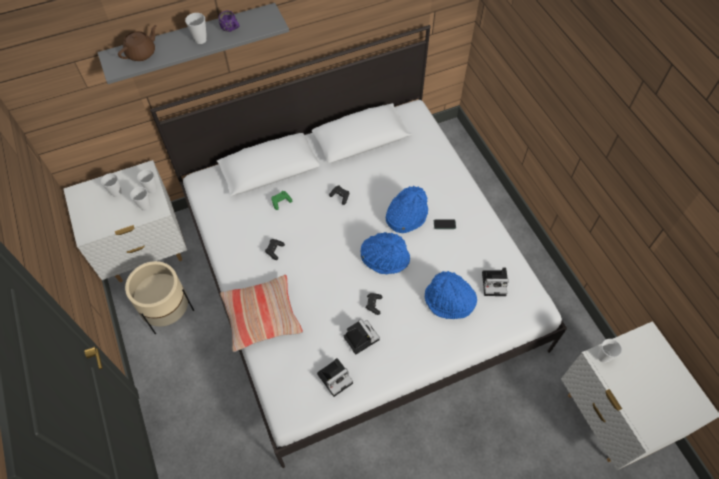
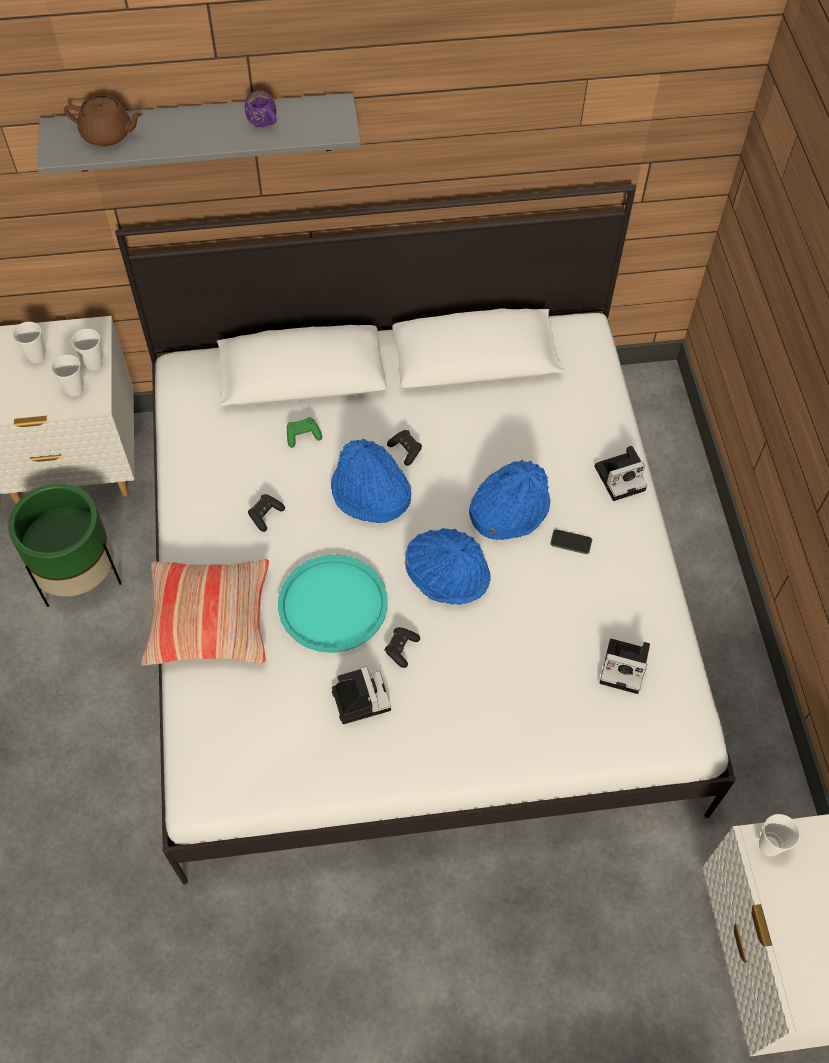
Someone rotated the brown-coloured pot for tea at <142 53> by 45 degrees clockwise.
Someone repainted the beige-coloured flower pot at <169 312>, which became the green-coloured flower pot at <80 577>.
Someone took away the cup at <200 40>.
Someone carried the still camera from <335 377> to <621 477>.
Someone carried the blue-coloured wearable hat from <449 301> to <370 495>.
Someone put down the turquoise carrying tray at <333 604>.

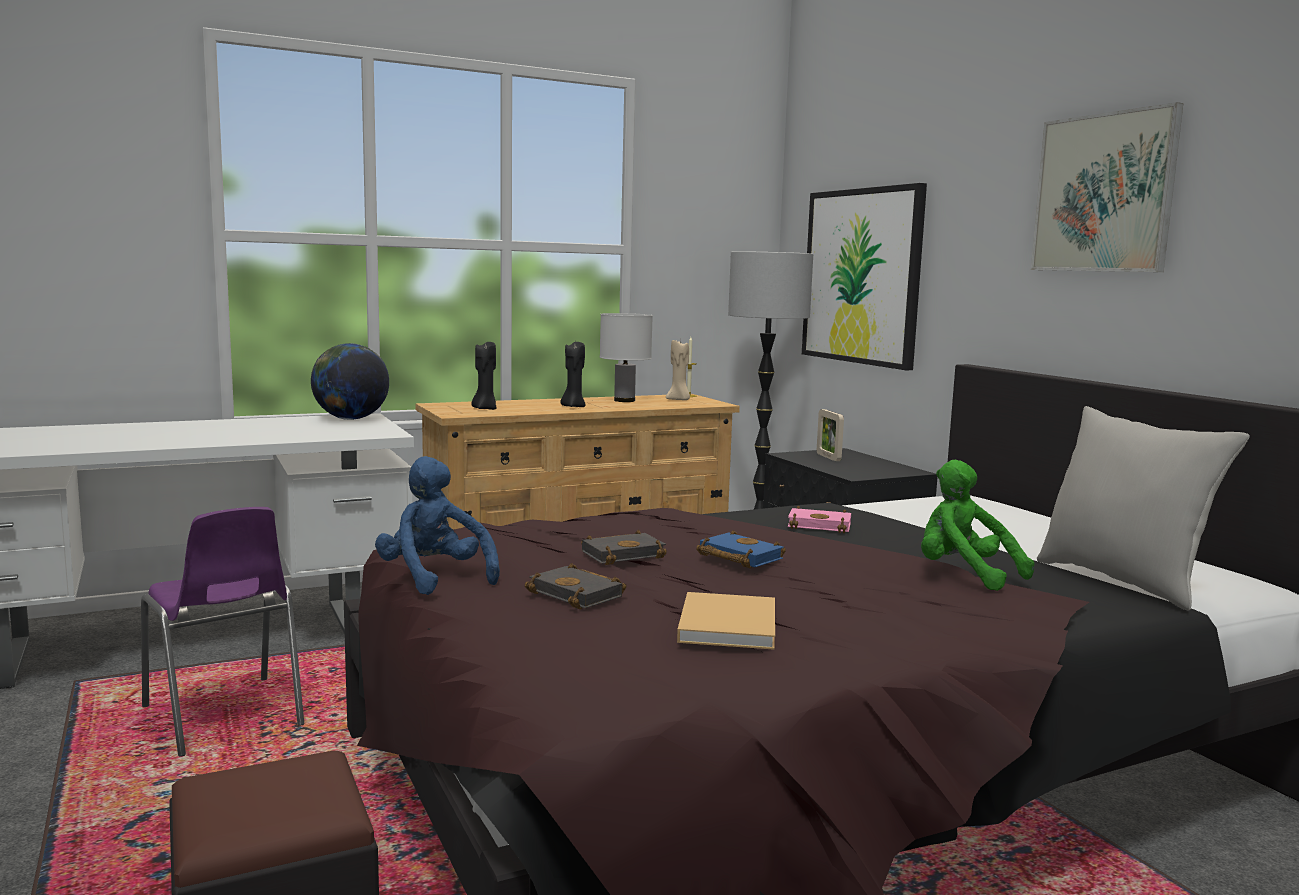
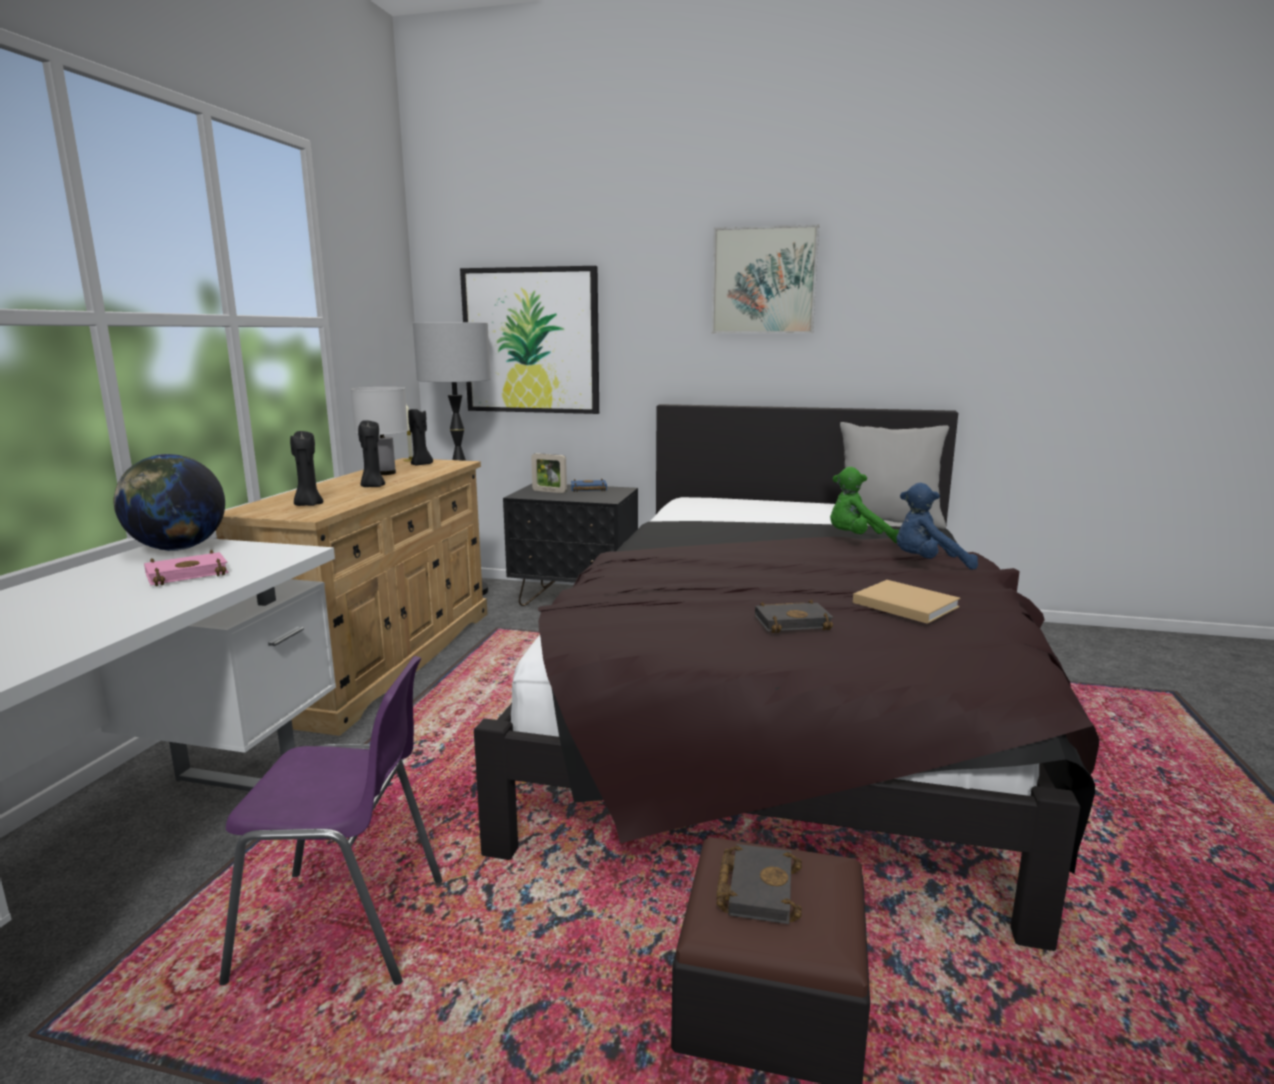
Someone carried the blue-coloured soft toy from <434 578> to <927 564>.
Someone carried the black volume from <623 554> to <756 888>.
Someone repainted the beige-coloured candle at <679 400>, which became the black candle at <421 465>.
Someone carried the blue-coloured volume from <736 557> to <587 489>.
Someone carried the pinkish volume from <821 525> to <189 574>.

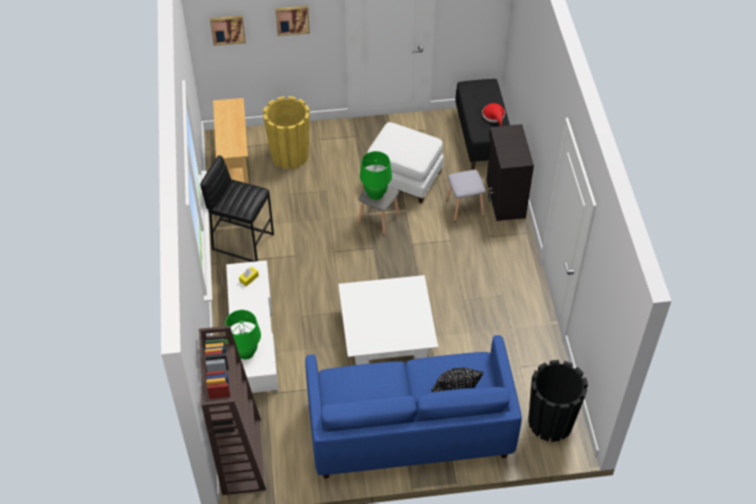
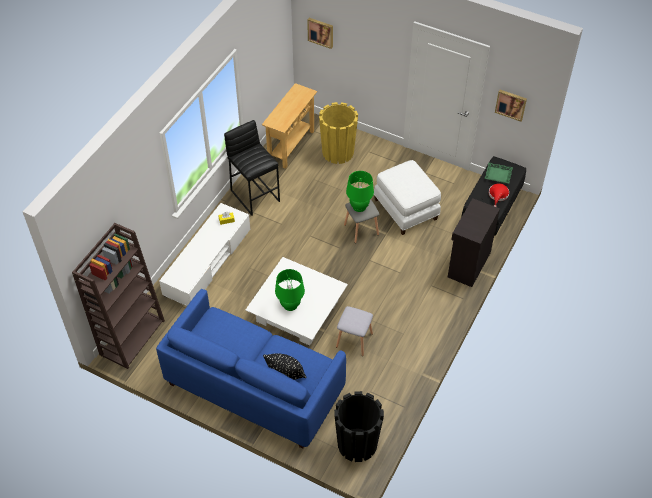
Someone carried the green-coloured lamp for a table from <245 352> to <290 305>.
Someone carried the picture from <292 19> to <511 104>.
Someone carried the grey stool seat from <464 207> to <353 340>.
Someone put down the green-coloured carrying tray at <498 175>.

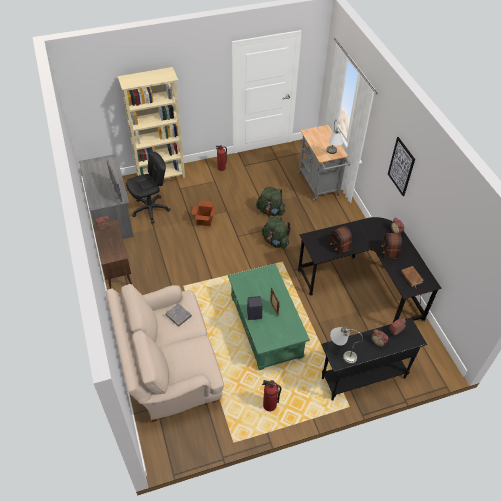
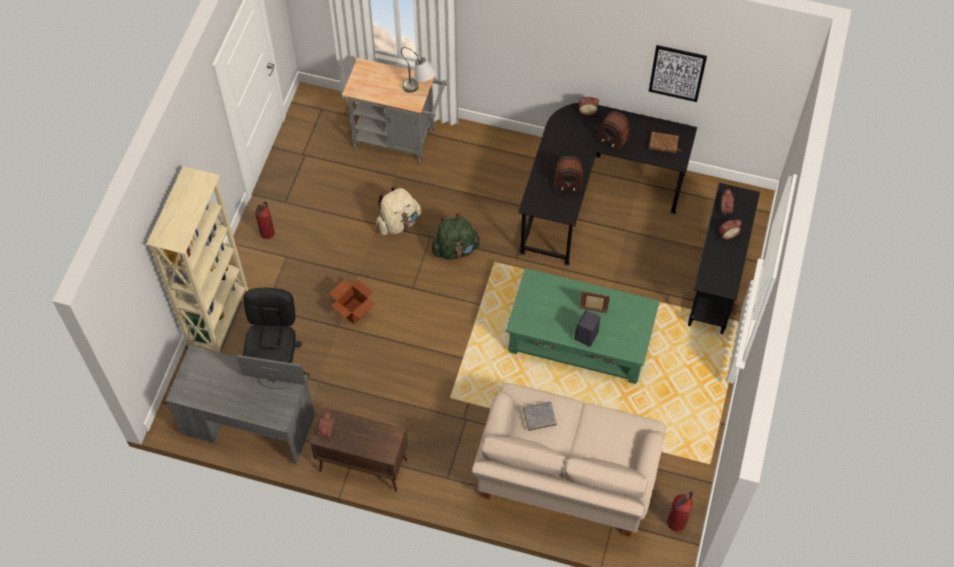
Someone repainted the green-coloured rucksack at <270 211>, which became the beige-coloured rucksack at <398 222>.
Someone carried the extinguisher from <269 405> to <676 522>.
Someone took away the grey lamp for a table at <341 353>.
Someone carried the picture from <401 166> to <677 73>.

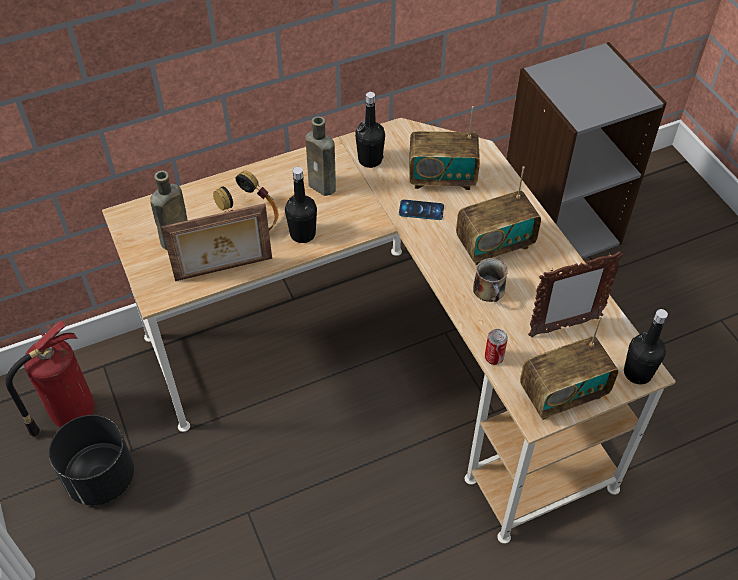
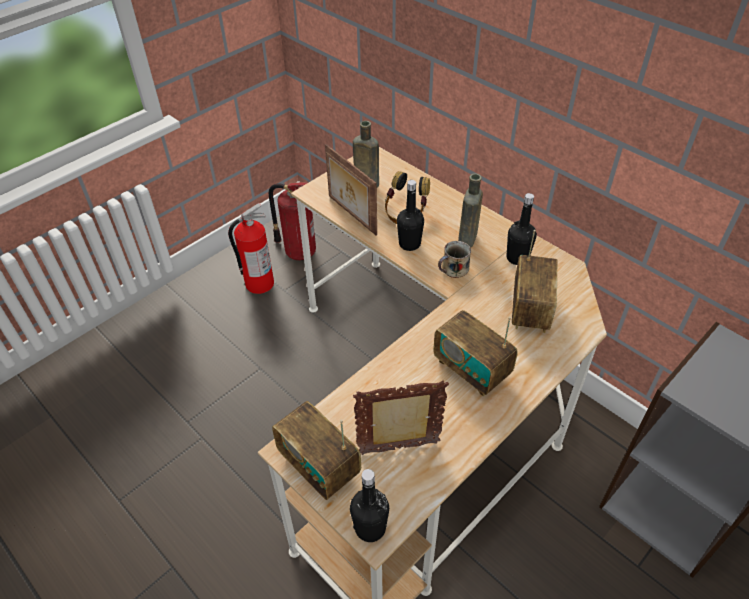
Someone swapped the black flower pot at <100 478> for the extinguisher at <259 283>.
Someone took away the telephone at <421 210>.
Someone rotated the radio set at <442 178> by 150 degrees counterclockwise.
Someone carried the tea mug from <489 291> to <454 269>.
Someone took away the sealed can at <493 358>.
Someone rotated the picture frame at <564 327> by 120 degrees clockwise.

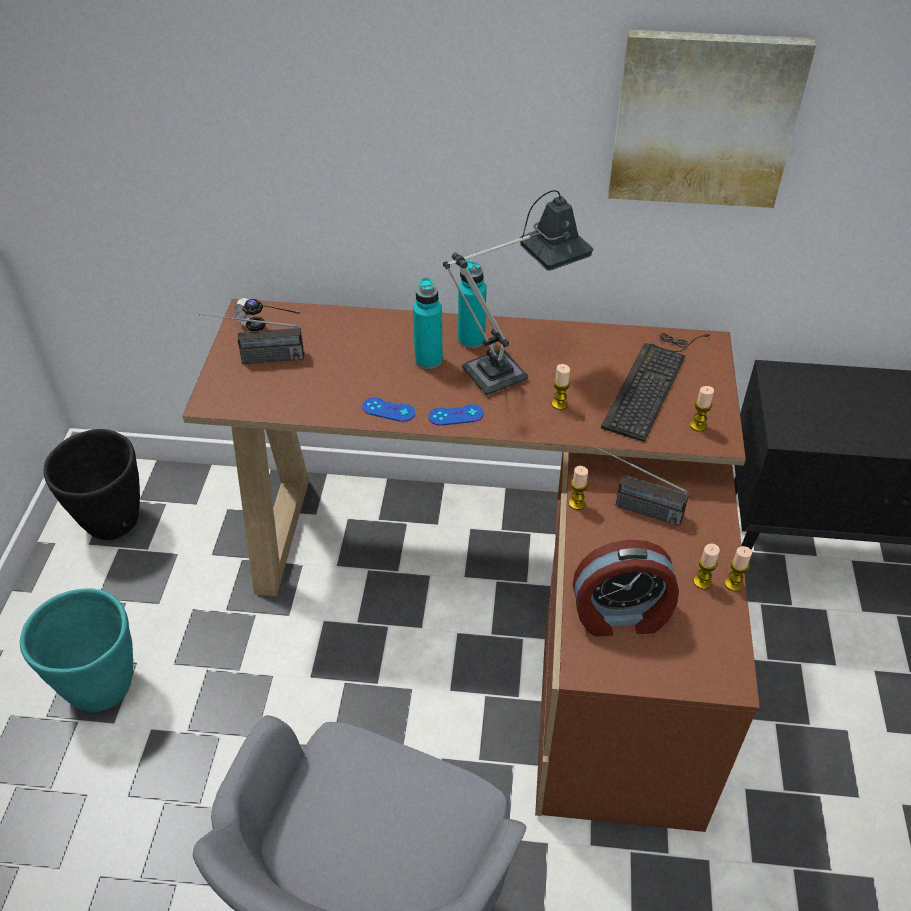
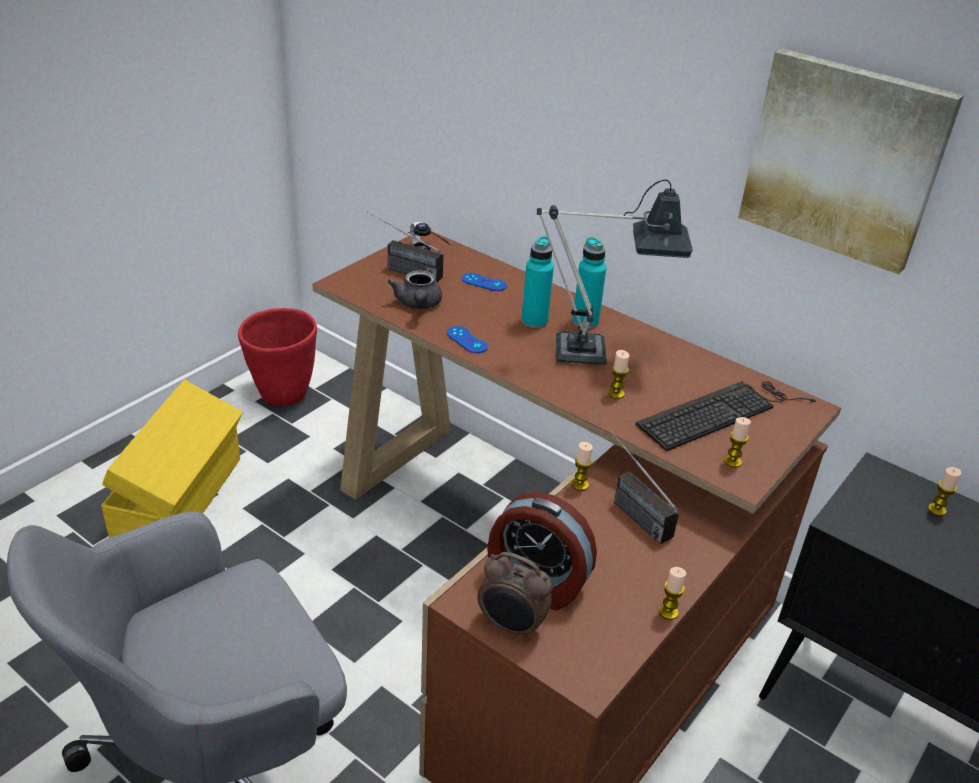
Someone swapped the turquoise flower pot at <101 687> for the yellow storage box at <181 497>.
Someone repainted the black flower pot at <112 523>, which became the red-coloured flower pot at <283 395>.
Someone carried the blue-coloured game controller from <456 415> to <484 282>.
Someone carried the candle from <702 582> to <936 510>.
Someone put down the grey pot for tea at <418 304>.
Someone put down the alarm clock at <511 627>.

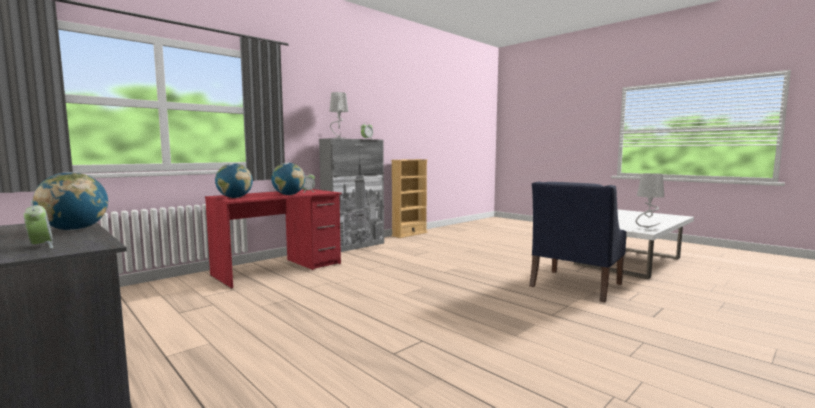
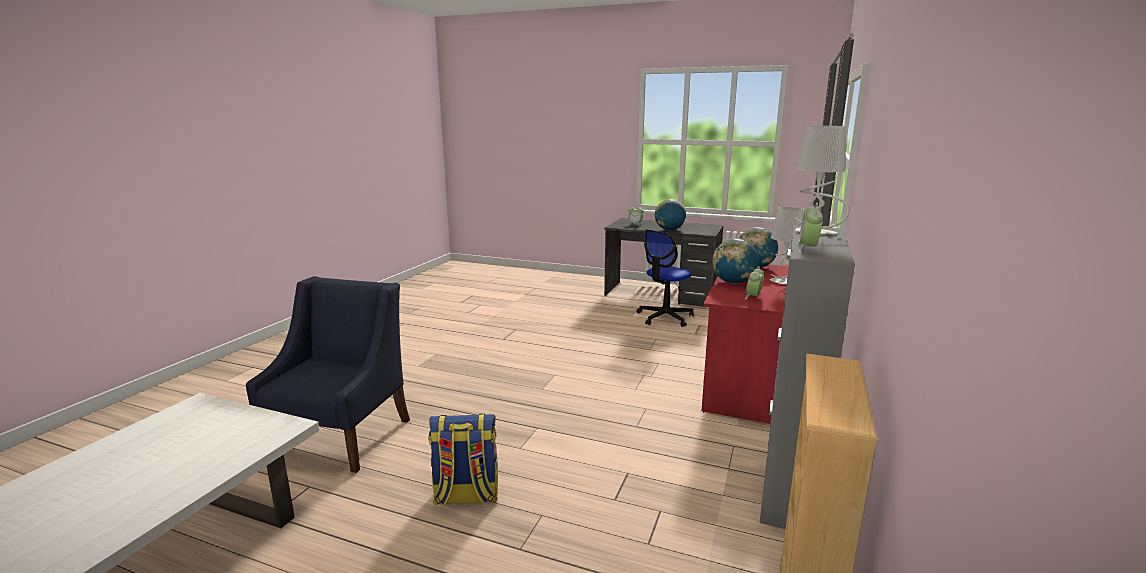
Someone carried the grey lamp for a table from <647 229> to <782 281>.
Someone put down the rucksack at <466 496>.
Someone put down the office chair at <665 317>.

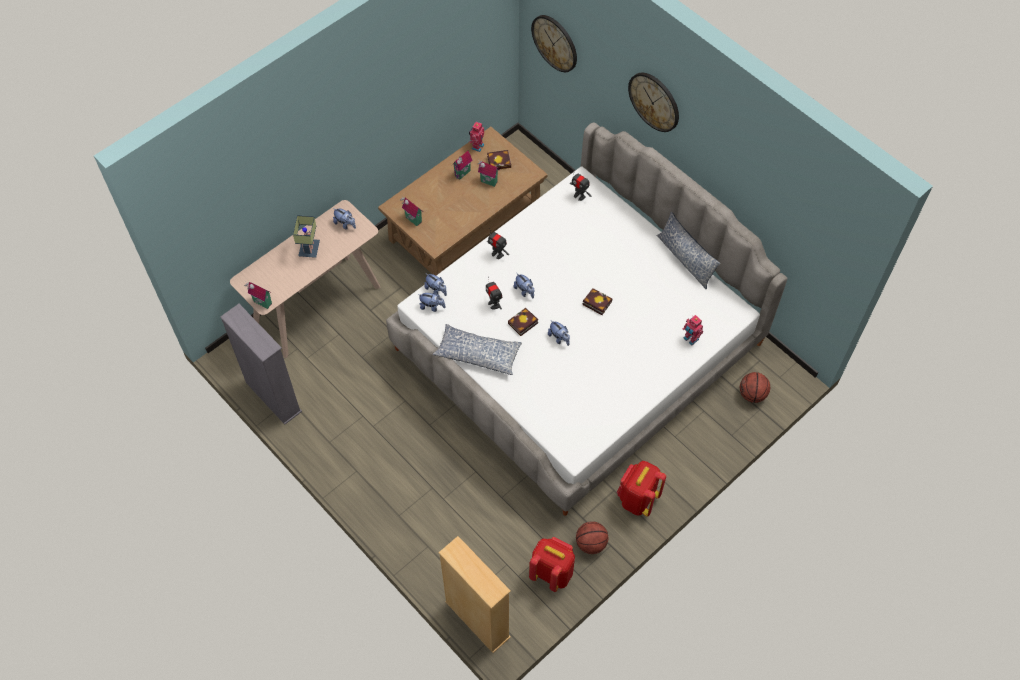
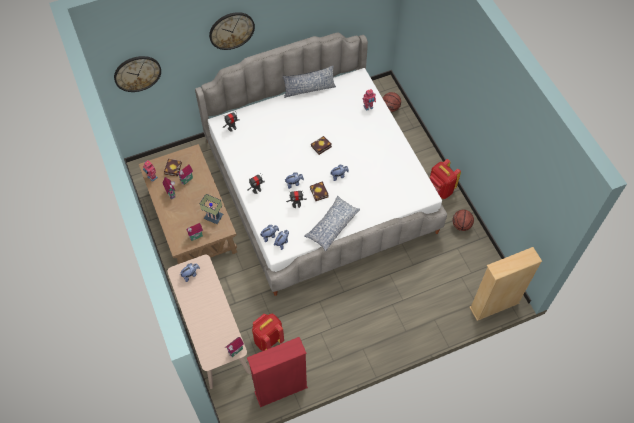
Someone repainted the grey shelving unit at <273 397>, which became the red-coloured shelving unit at <281 390>.
Someone carried the lamp for a table from <308 248> to <212 217>.
Someone carried the red-coloured rucksack from <552 572> to <268 339>.

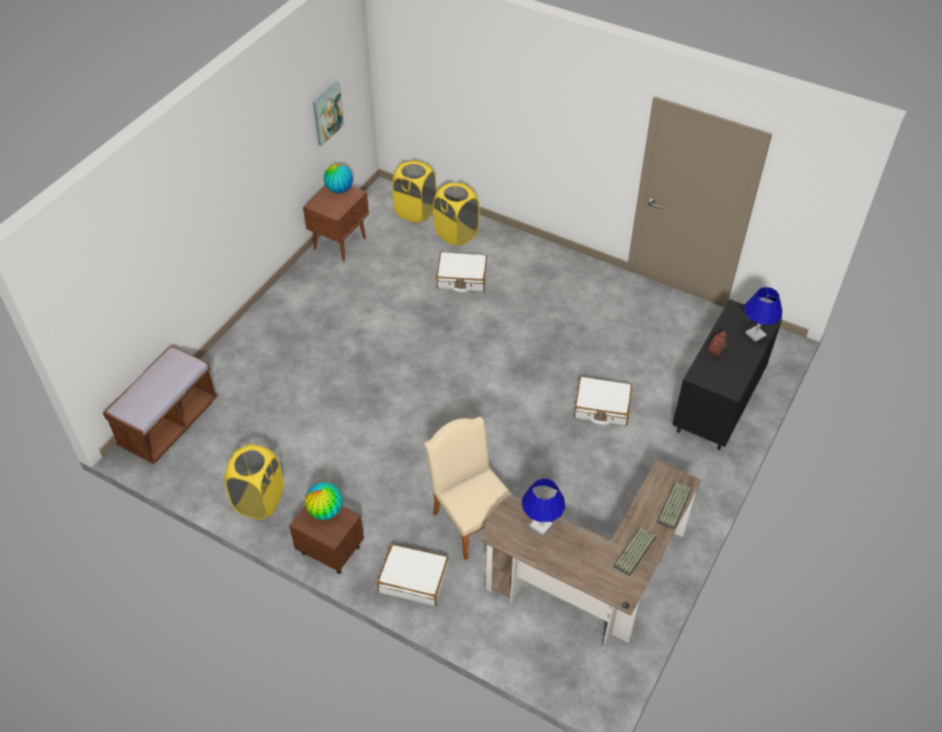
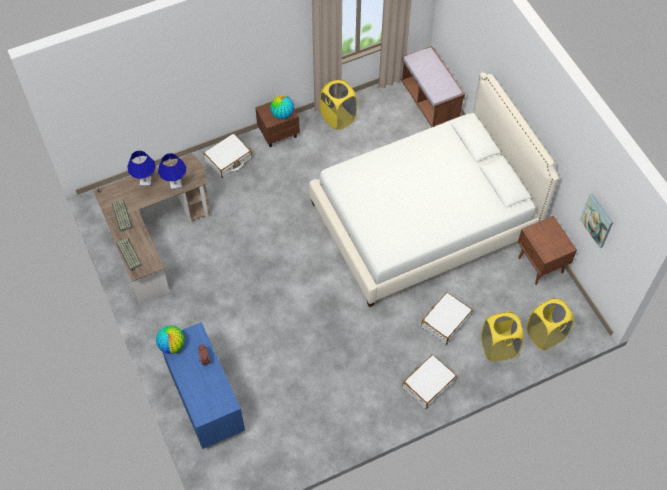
Someone carried the world globe from <339 189> to <172 345>.
Someone took away the beige-coloured chair at <471 518>.
Someone carried the white-coloured travel case from <602 407> to <428 384>.
Someone repainted the black drawer chest at <717 404>, which became the blue-coloured drawer chest at <206 401>.
Someone carried the blue-coloured lamp for a table from <755 334> to <145 181>.
Someone put down the white-coloured sleeping bed at <424 219>.

